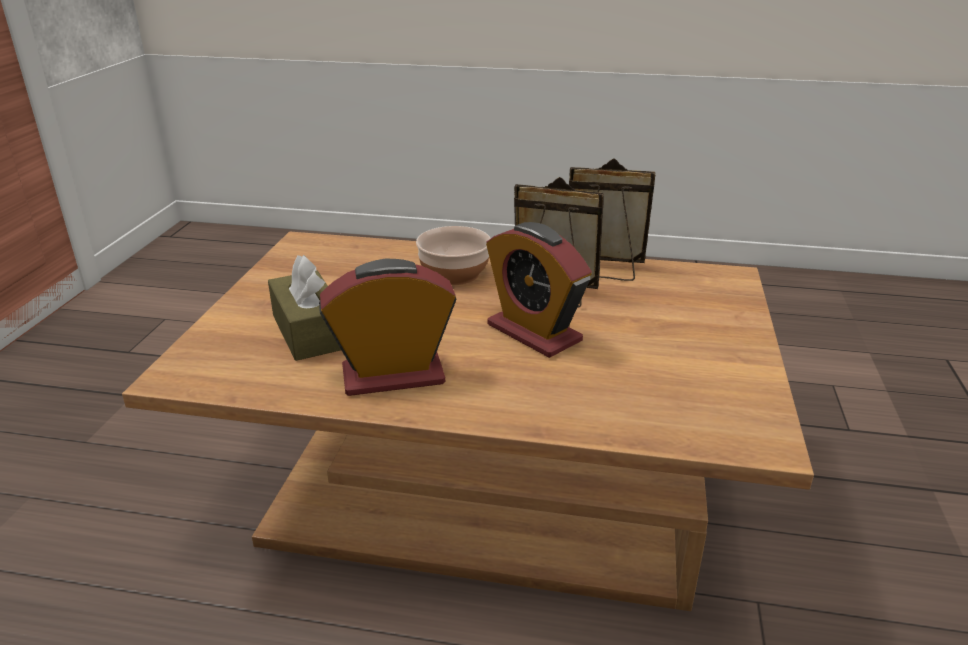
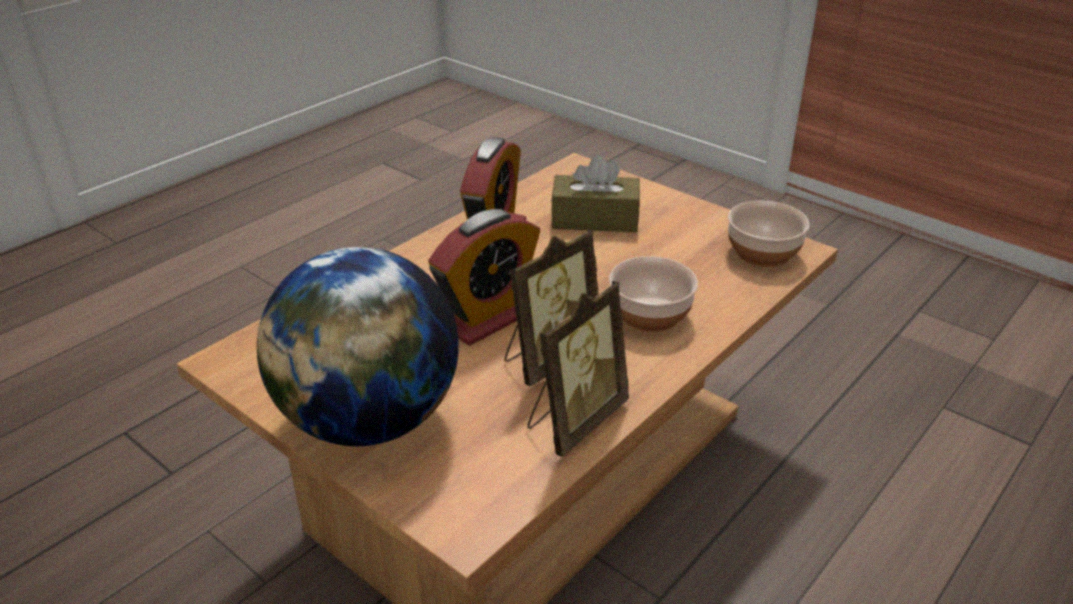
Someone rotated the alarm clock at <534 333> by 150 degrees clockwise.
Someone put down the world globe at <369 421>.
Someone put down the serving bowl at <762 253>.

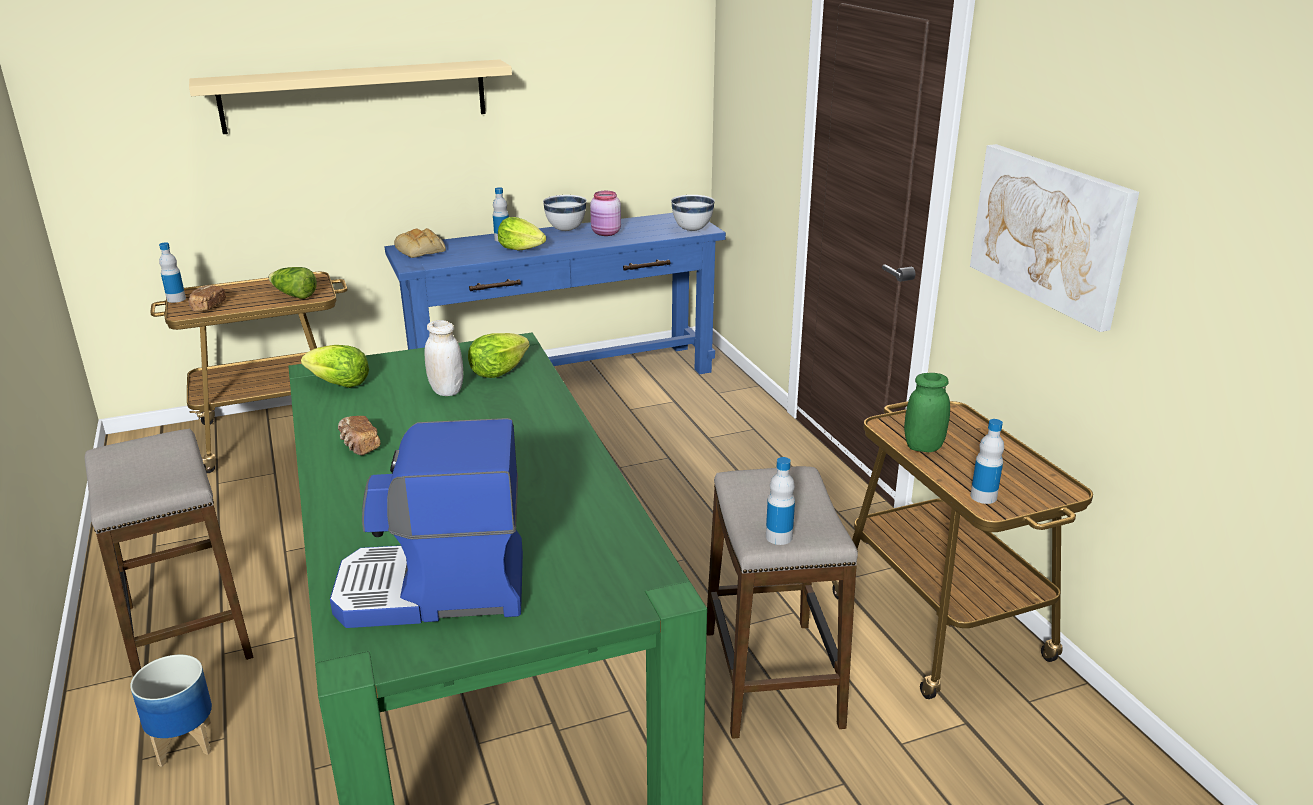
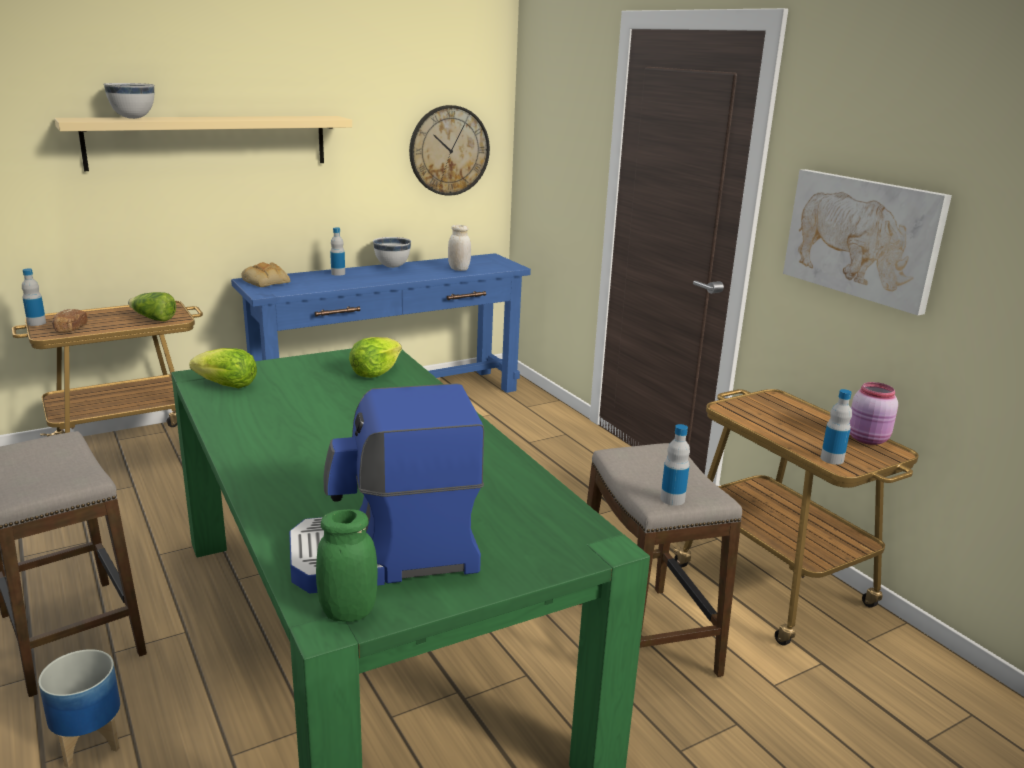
Someone took away the bakery bread at <359 446>.
Someone carried the white-coloured storage jar from <446 391> to <459 269>.
Someone took away the head of lettuce at <521 249>.
Someone carried the pinkish storage jar from <606 233> to <868 439>.
Someone carried the white-coloured serving bowl from <692 230> to <133 118>.
Someone carried the green-coloured storage jar from <923 447> to <348 612>.
Someone put up the wall clock at <449 150>.

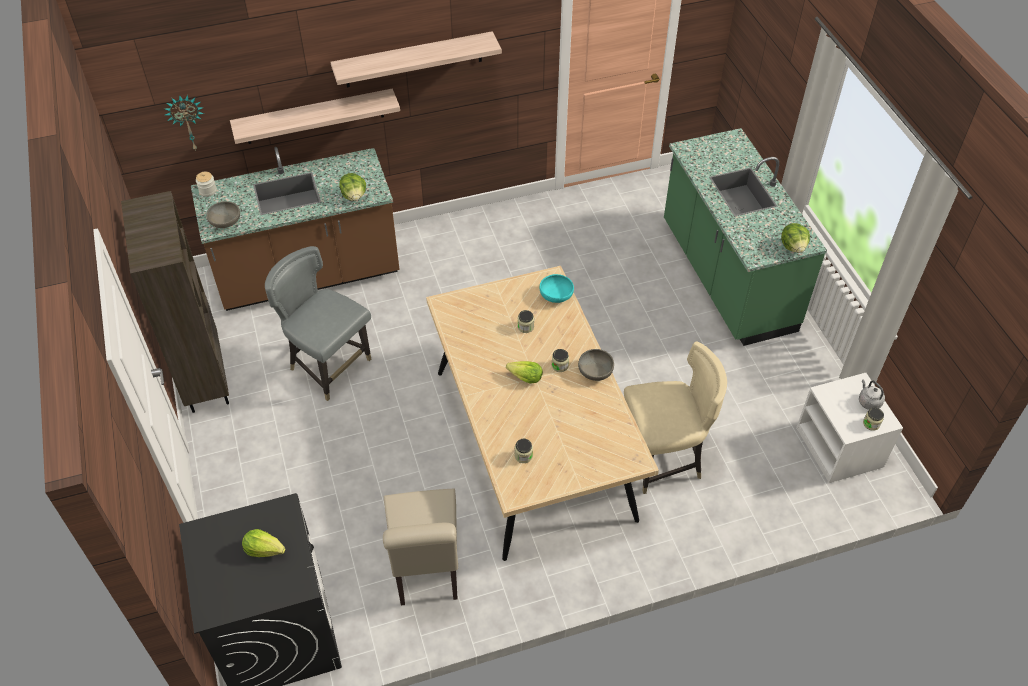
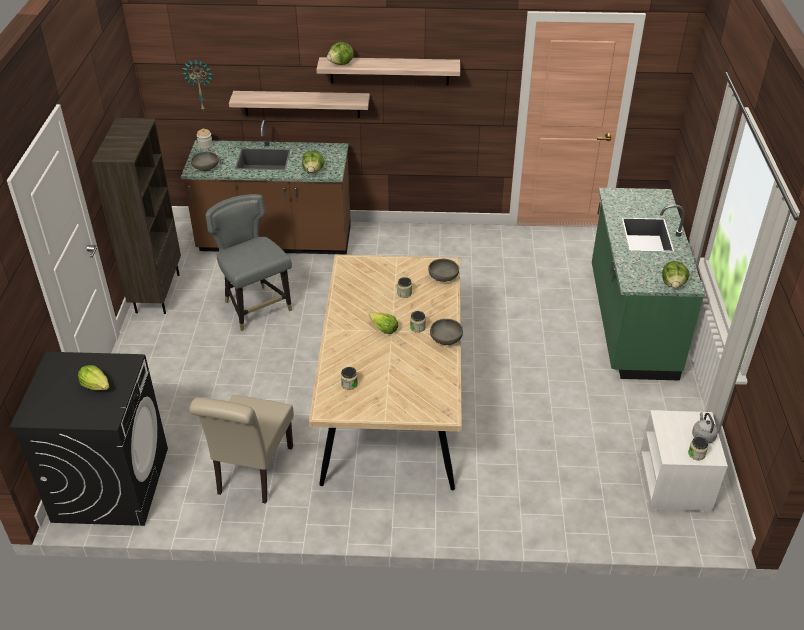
Someone repainted the turquoise serving bowl at <556 295>, which became the grey serving bowl at <443 277>.
Someone took away the beige-coloured chair at <663 460>.
Someone put down the head of lettuce at <341 64>.

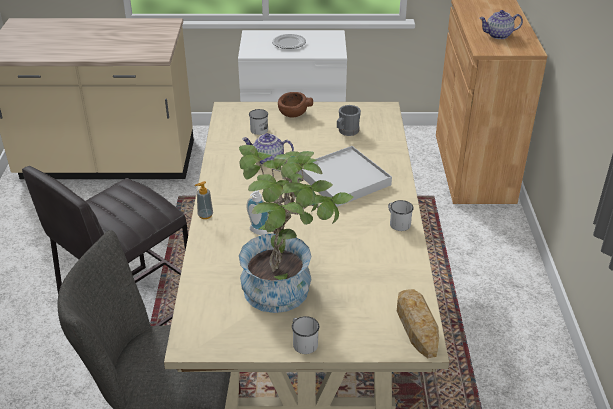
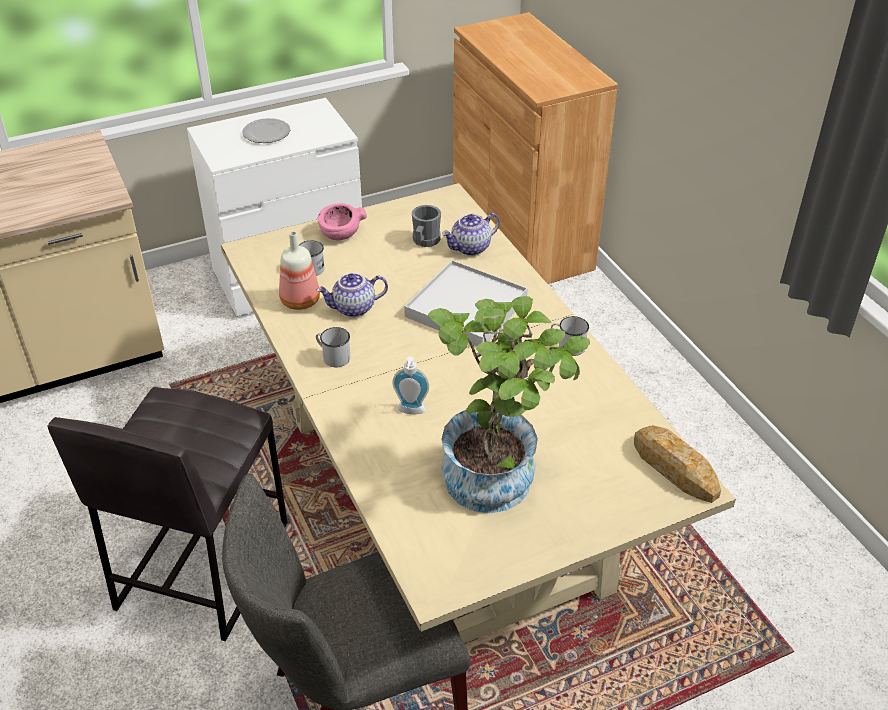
Someone took away the liquid soap bottle at <205 215>.
Someone repainted the brown-coloured serving bowl at <293 114>, which became the pinkish serving bowl at <340 234>.
Someone carried the white-coloured tea mug from <303 342> to <333 357>.
Someone carried the pot for tea from <498 35> to <470 248>.
Someone put down the bottle at <299 301>.

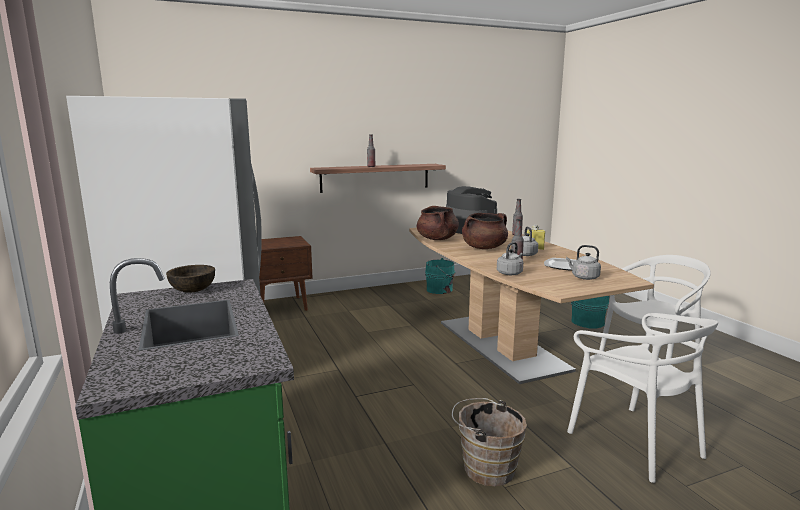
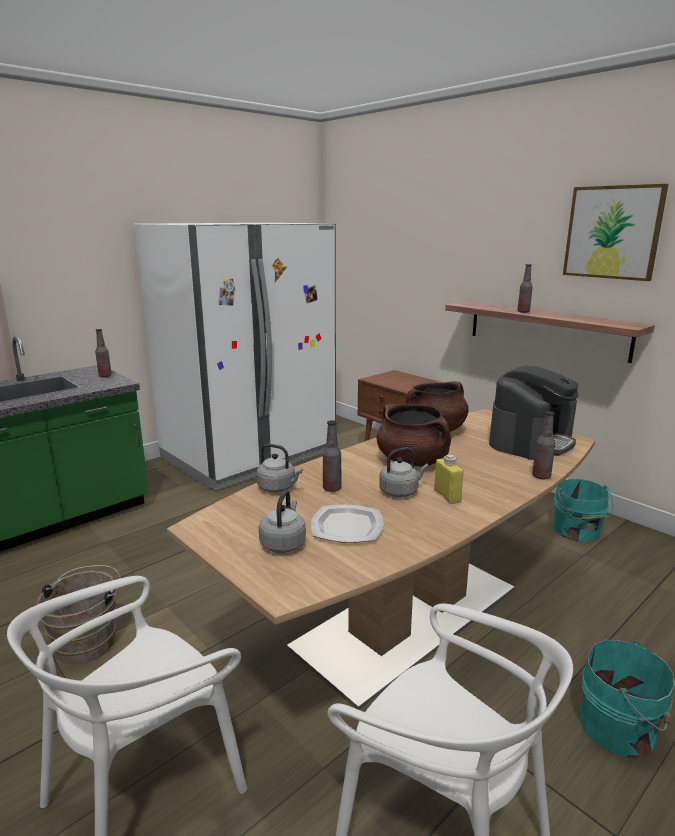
Someone swapped the brown-coloured serving bowl at <192 290> for the bottle at <105 376>.
Someone put up the picture at <612 232>.

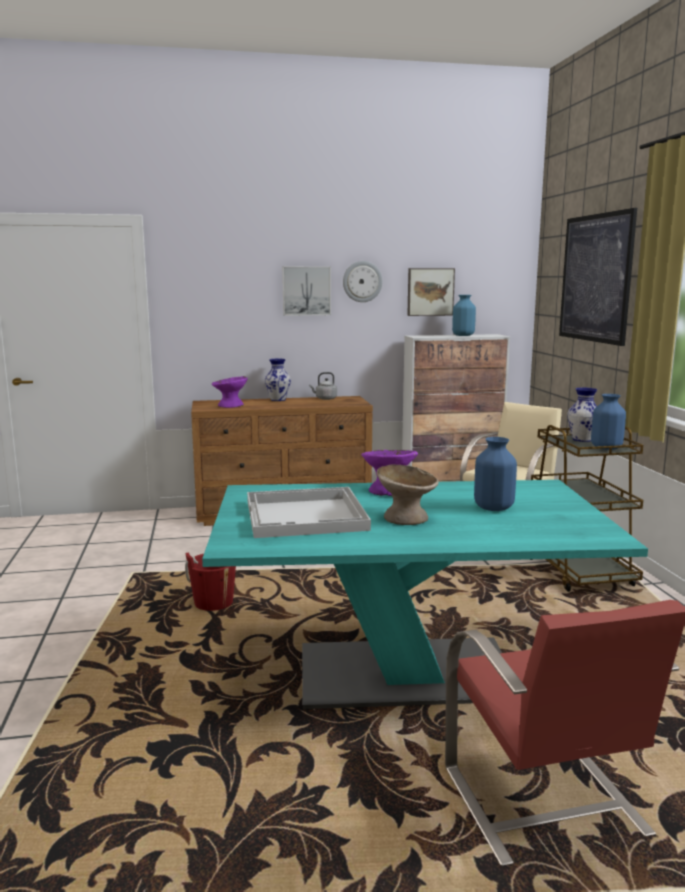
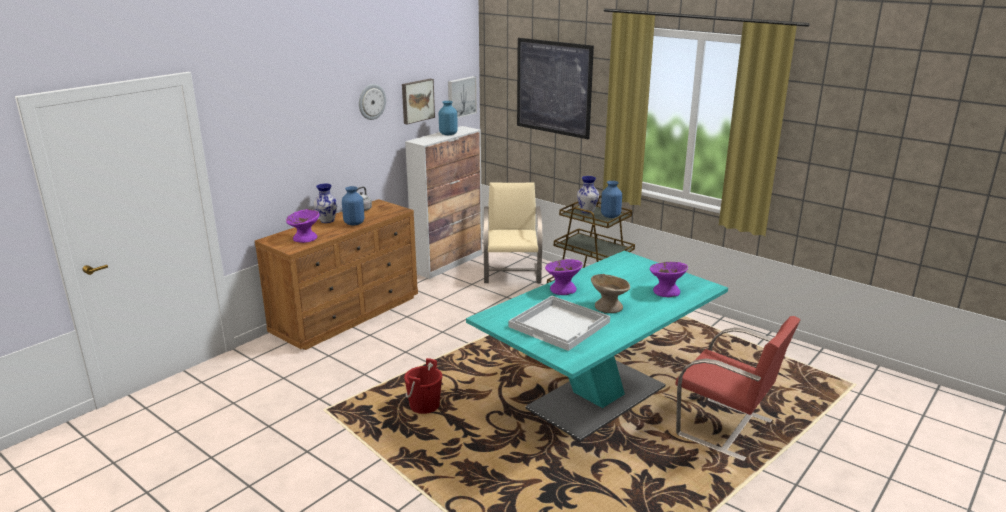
Someone carried the picture from <306 291> to <461 97>.
Someone carried the blue-coloured decorative vase from <494 508> to <354 223>.
Someone put down the purple serving bowl at <666 292>.

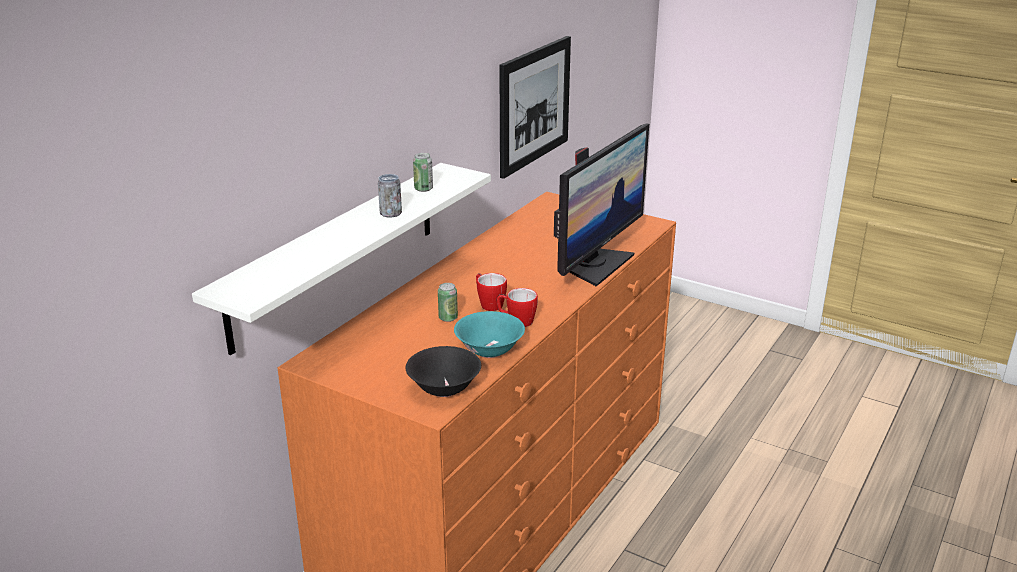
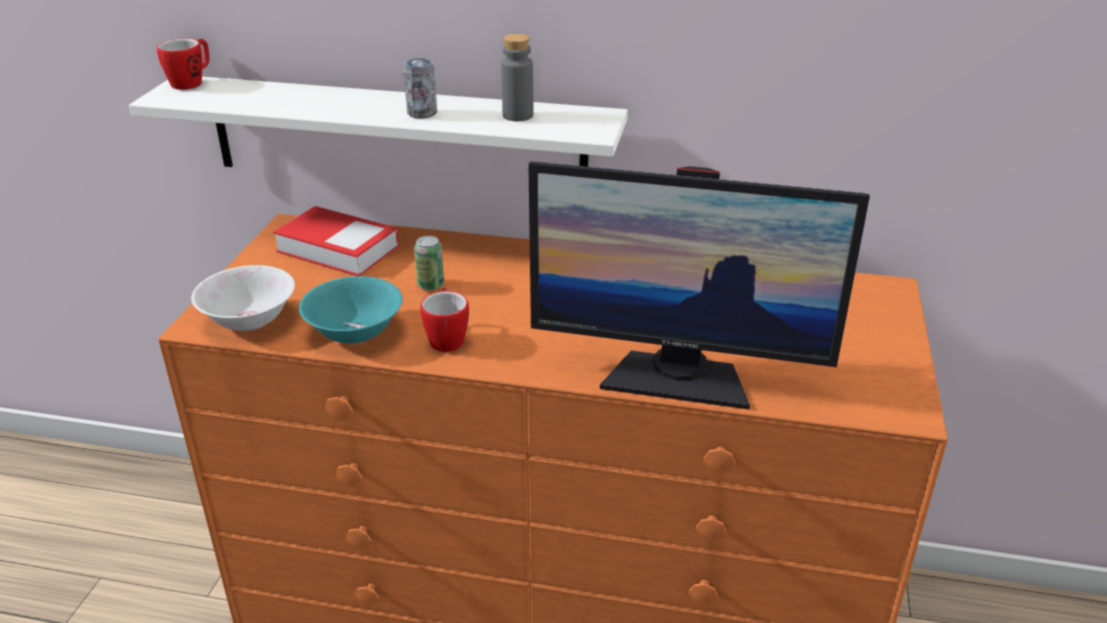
Someone repainted the black serving bowl at <444 389>, which became the white-coloured serving bowl at <249 321>.
Someone swapped the sealed can at <423 189> for the grey bottle at <518 116>.
Someone carried the tea mug from <489 304> to <192 82>.
Someone took away the picture at <534 105>.
Someone put down the volume at <338 249>.

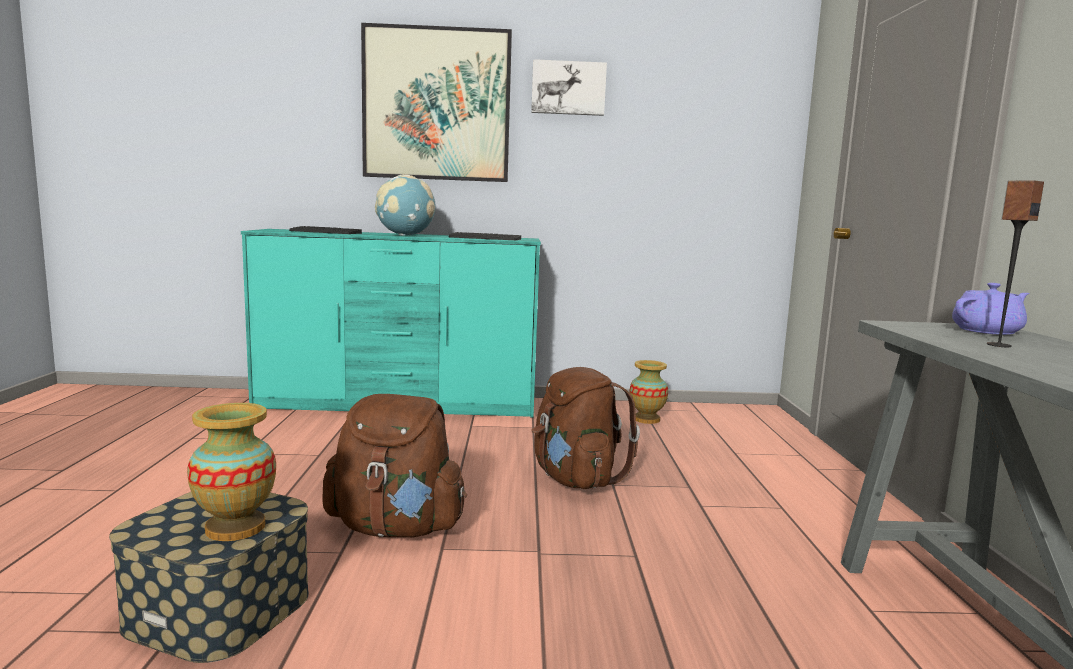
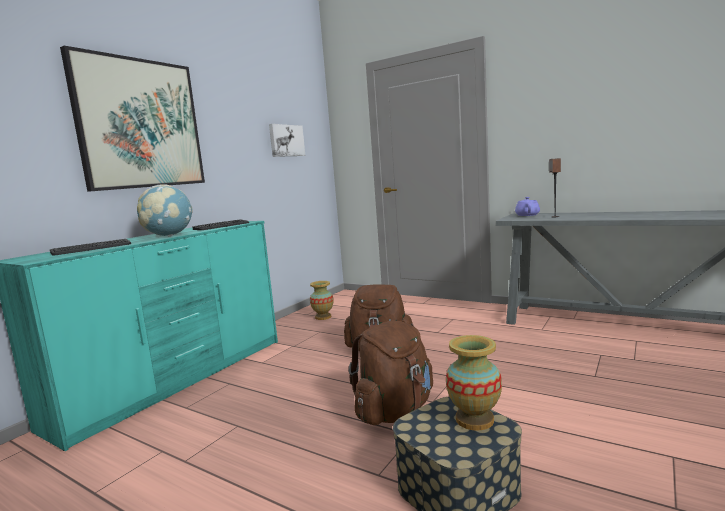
Someone carried the picture from <568 88> to <286 140>.

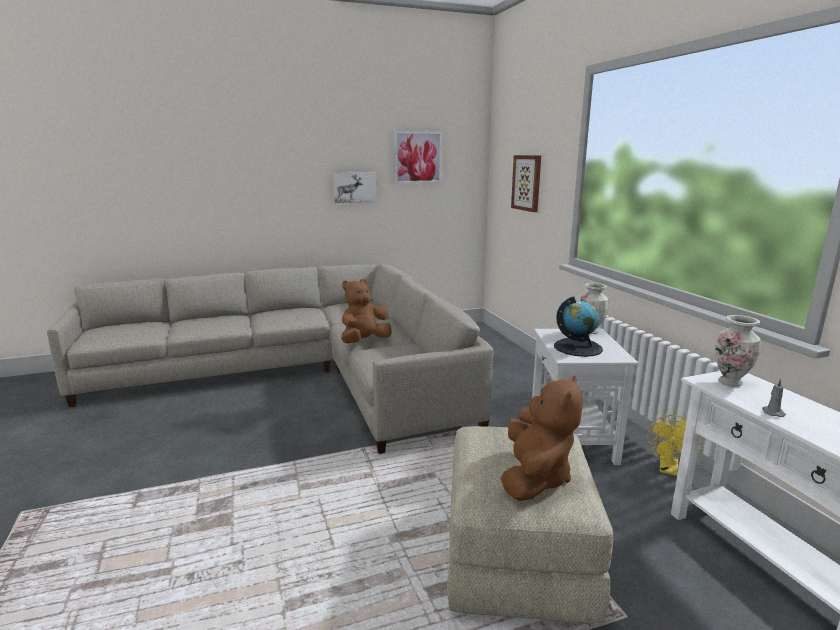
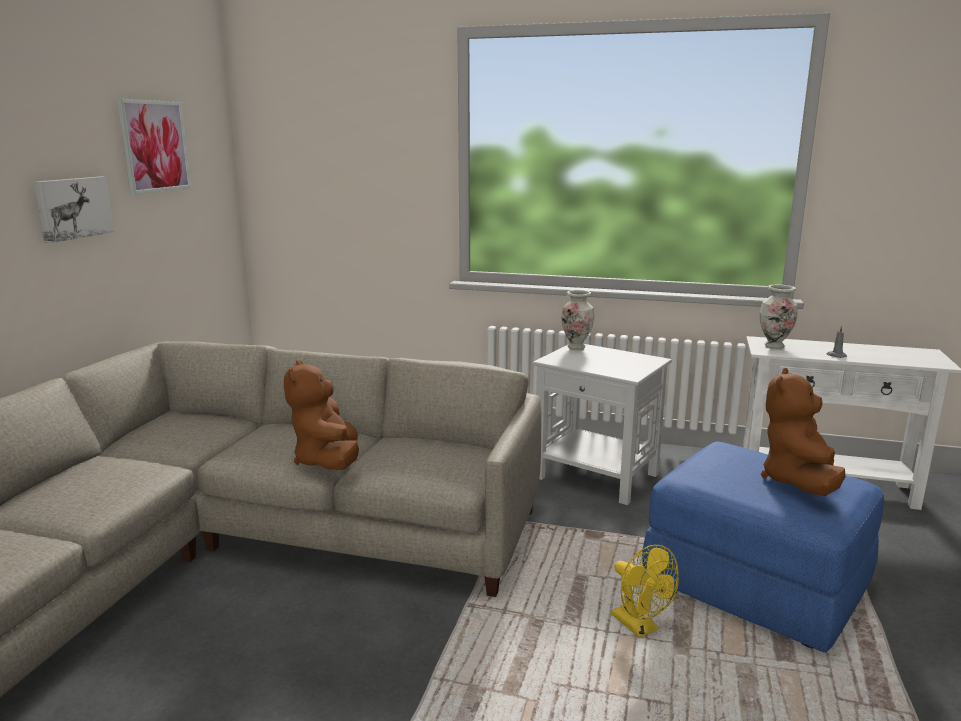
Someone repainted the beige-coloured ottoman at <518 556>, which became the blue-coloured ottoman at <757 584>.
Someone rotated the brown-coloured soft toy at <535 477> by 120 degrees counterclockwise.
Someone took away the picture at <527 183>.
Someone took away the world globe at <578 347>.
Someone carried the yellow electric fan from <669 469> to <640 627>.

